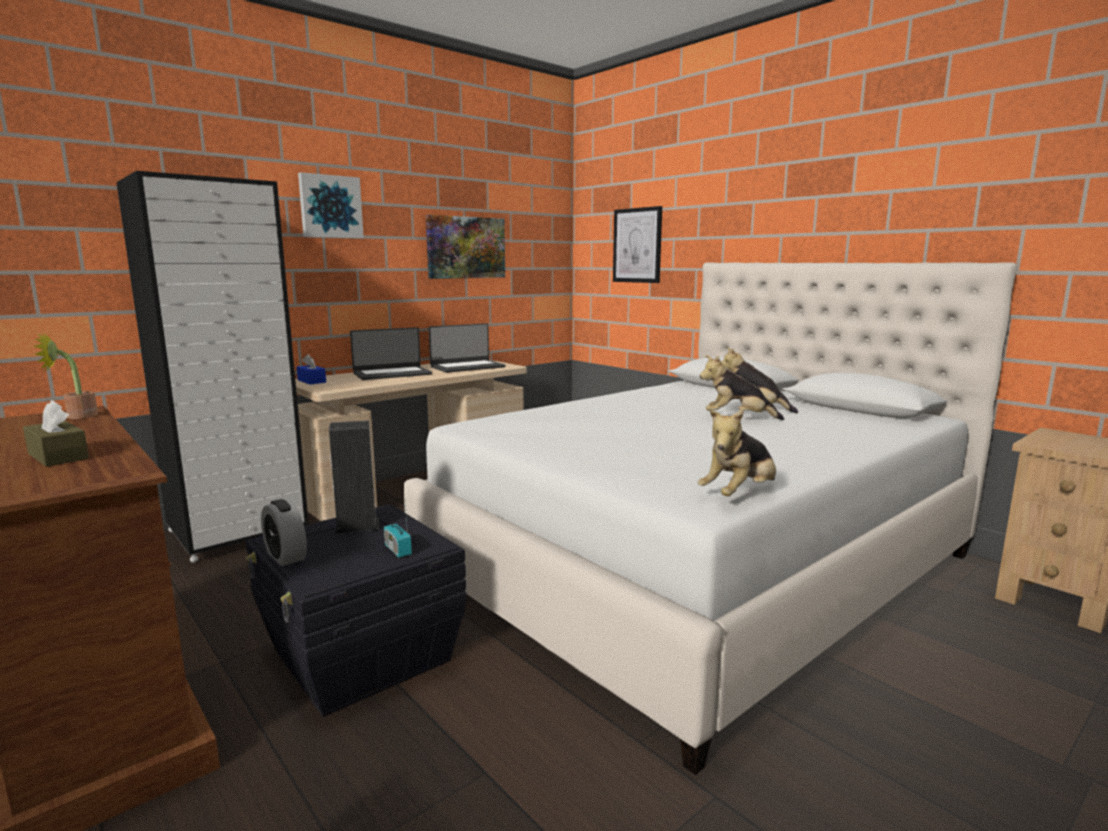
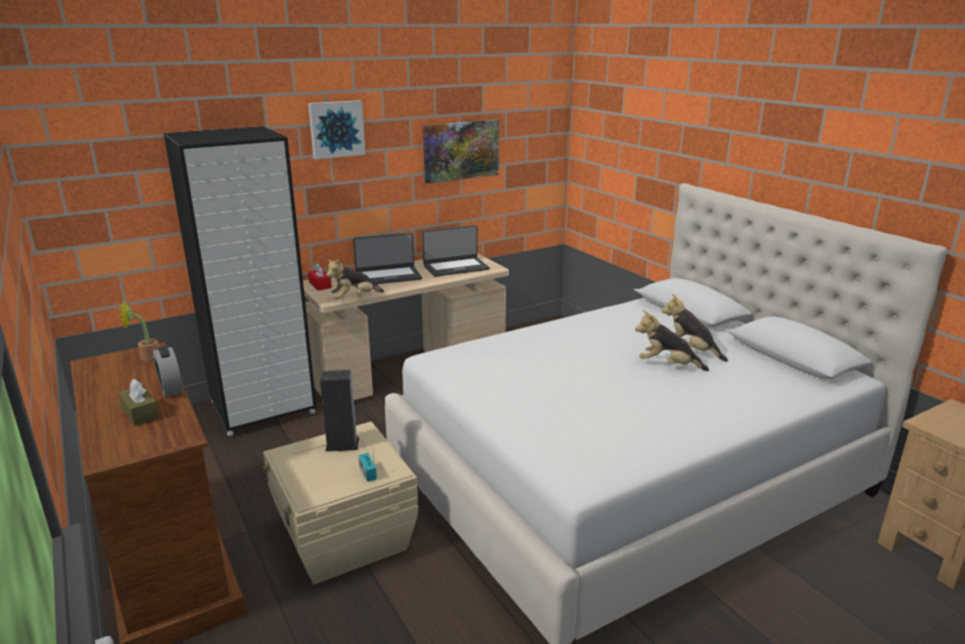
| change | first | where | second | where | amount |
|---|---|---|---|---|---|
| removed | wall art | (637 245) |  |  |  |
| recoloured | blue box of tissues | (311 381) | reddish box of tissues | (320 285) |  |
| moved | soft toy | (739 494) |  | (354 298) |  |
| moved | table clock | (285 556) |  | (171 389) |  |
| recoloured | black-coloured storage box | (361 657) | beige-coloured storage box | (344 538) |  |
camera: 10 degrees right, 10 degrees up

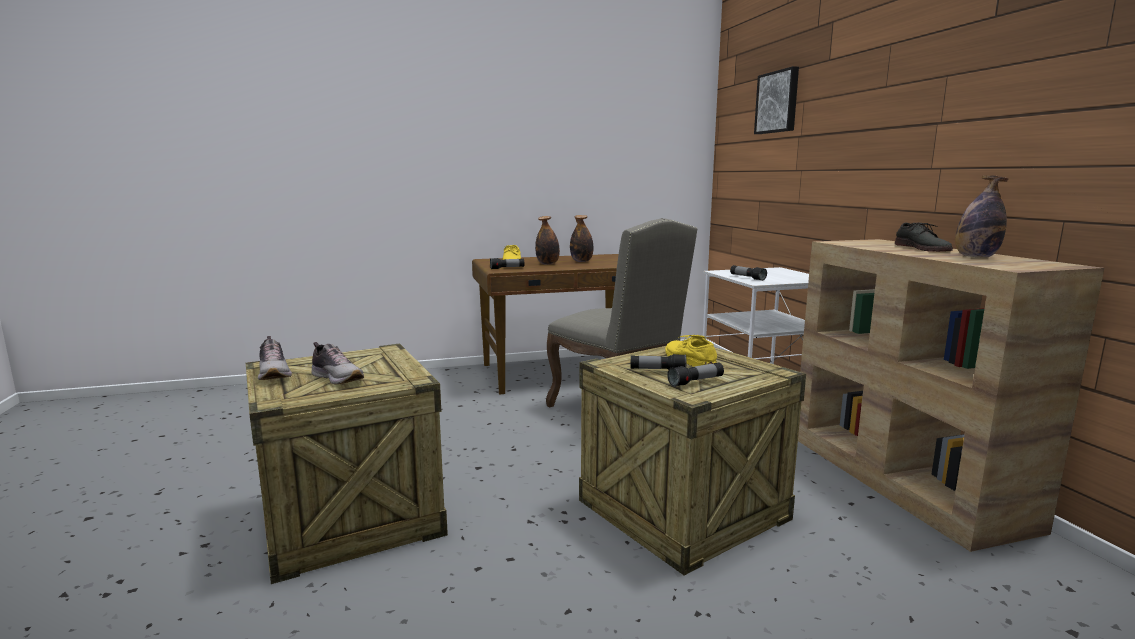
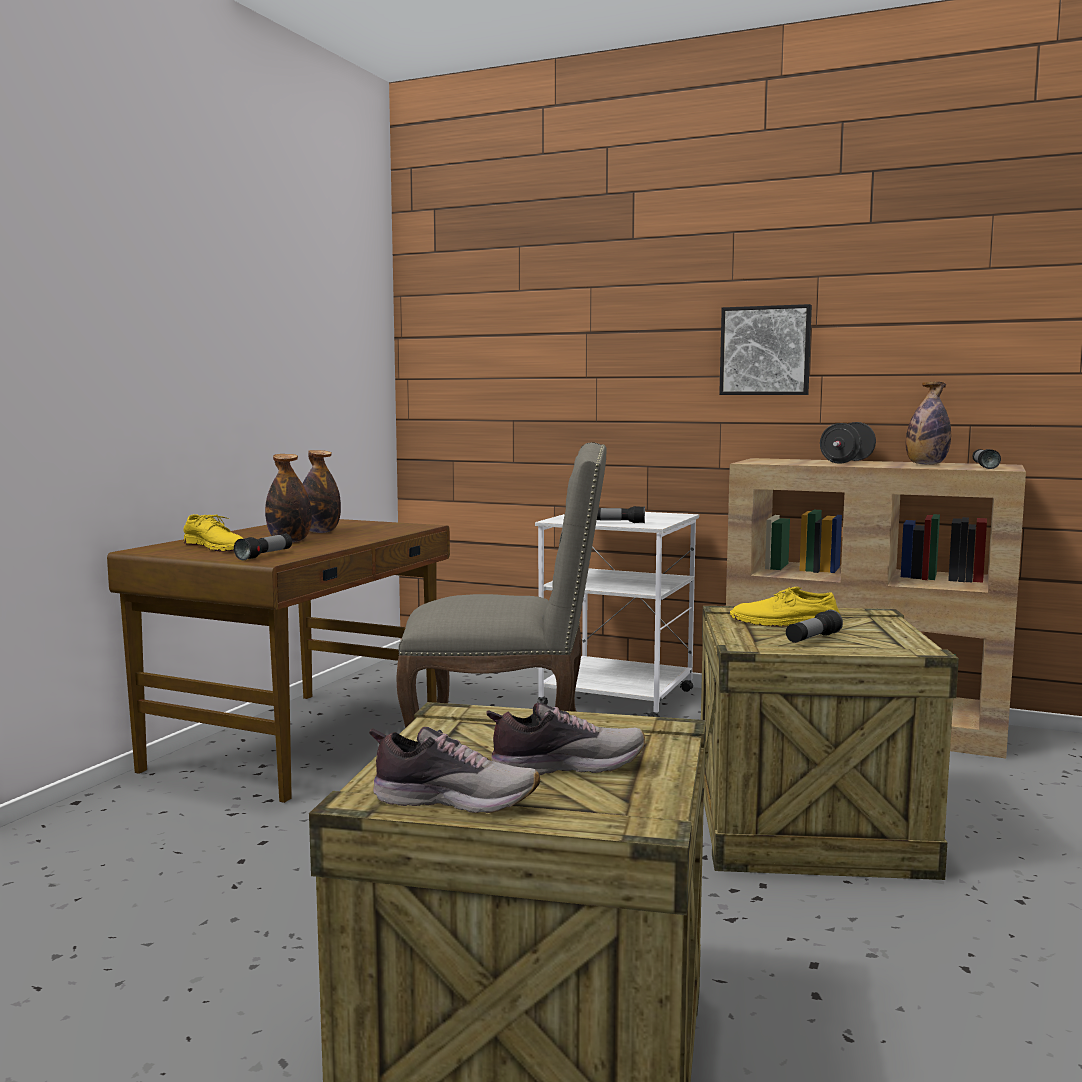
| change | first | where | second | where | amount |
|---|---|---|---|---|---|
| moved | wall art | (778 102) |  | (765 351) |  |
| replaced | grey shoe | (923 248) | black-coloured dumbbell | (847 462) |  |
| moved | hand torch | (696 382) |  | (984 467) |  |
camera: 50 degrees left, 5 degrees down

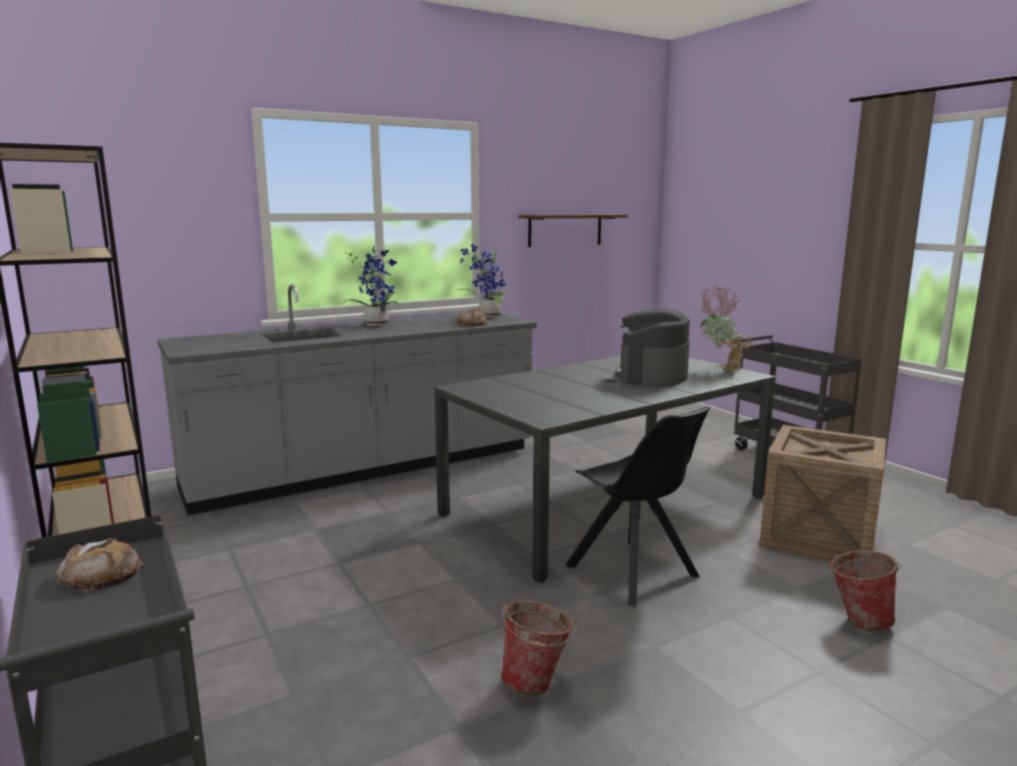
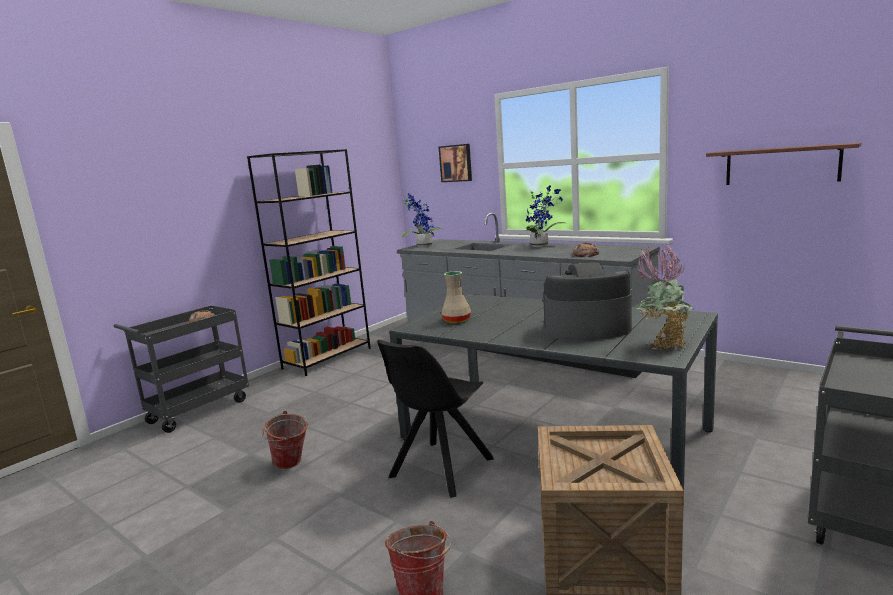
| change | first | where | second | where | amount |
|---|---|---|---|---|---|
| moved | potted plant | (487 317) |  | (423 246) |  |
| added |  |  | wall art | (456 163) |  |
| added |  |  | beige-coloured decorative vase | (457 320) |  |
camera: 70 degrees right, 0 degrees up

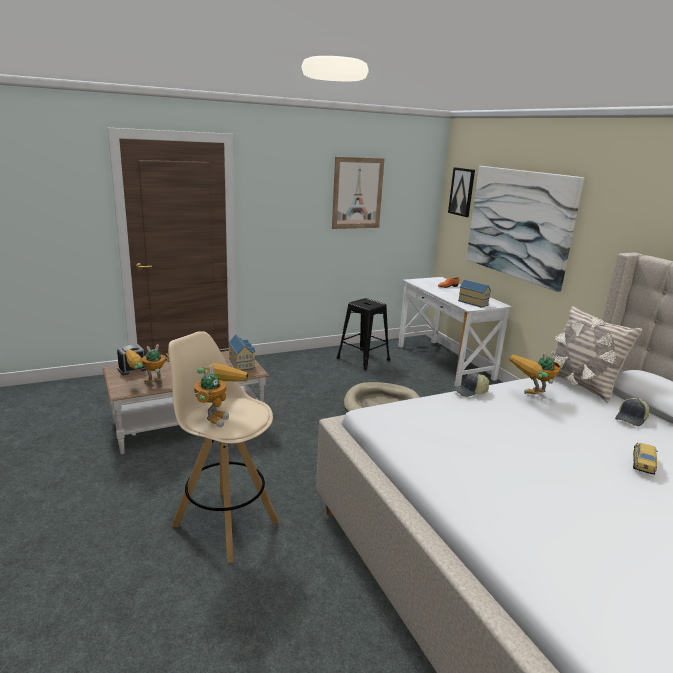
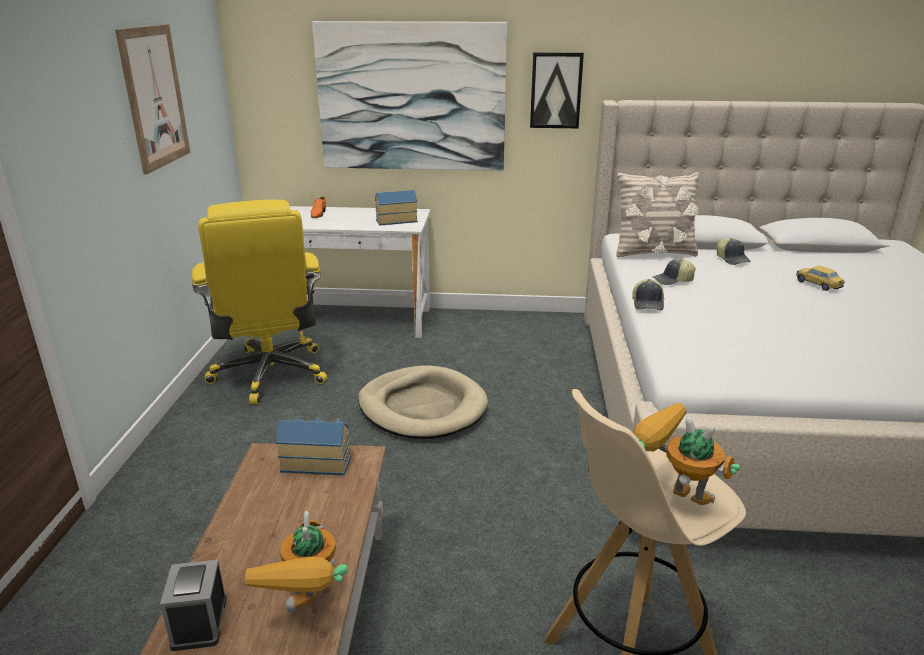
| change | first | where | second | where | amount |
|---|---|---|---|---|---|
| moved | wall art | (462 192) |  | (556 90) |  |
| replaced | black-coloured stool seat | (363 359) | yellowish desk chair | (270 373) |  |
| replaced | robot figure | (531 397) | cap | (673 281) |  |
camera: 60 degrees left, 5 degrees up

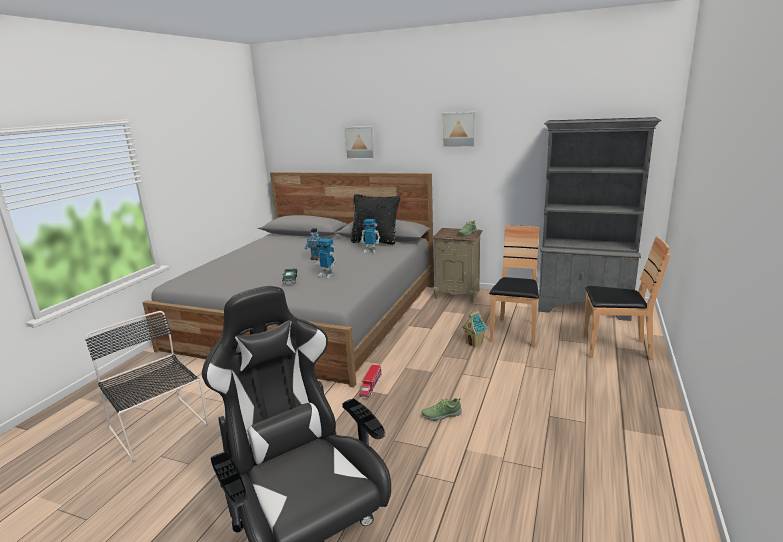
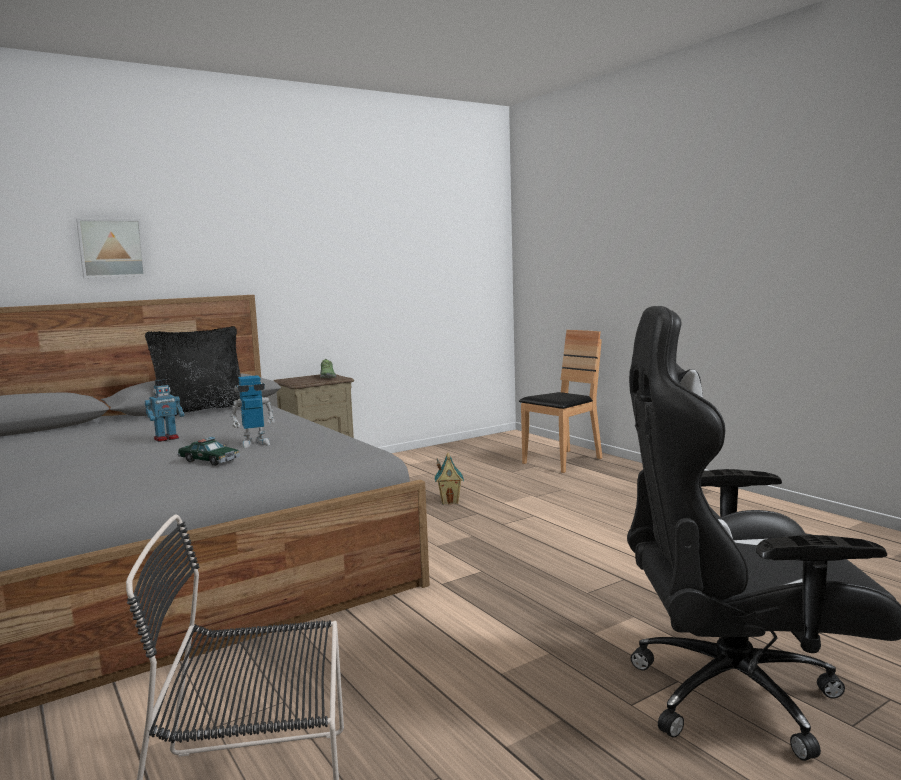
| change | first | where | second | where | amount |
|---|---|---|---|---|---|
| removed | wall art | (459 130) |  |  |  |
| removed | grey bookshelf | (583 307) |  |  |  |
| removed | robot figure | (371 251) |  |  |  |
| removed | brown-coloured upright chair | (514 332) |  |  |  |
| removed | toy truck | (371 386) |  |  |  |
| removed | shoe | (441 415) |  |  |  |
camera: 55 degrees left, 10 degrees down

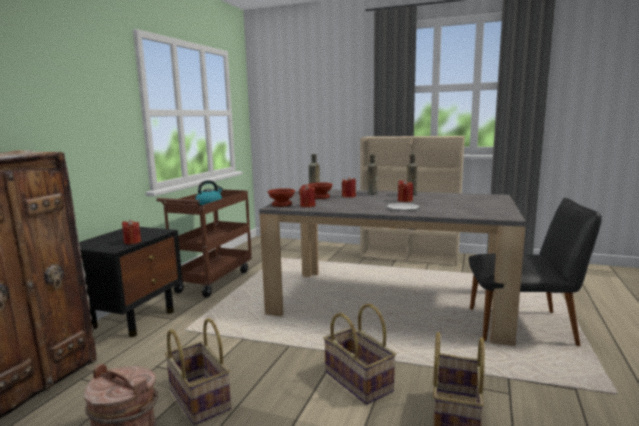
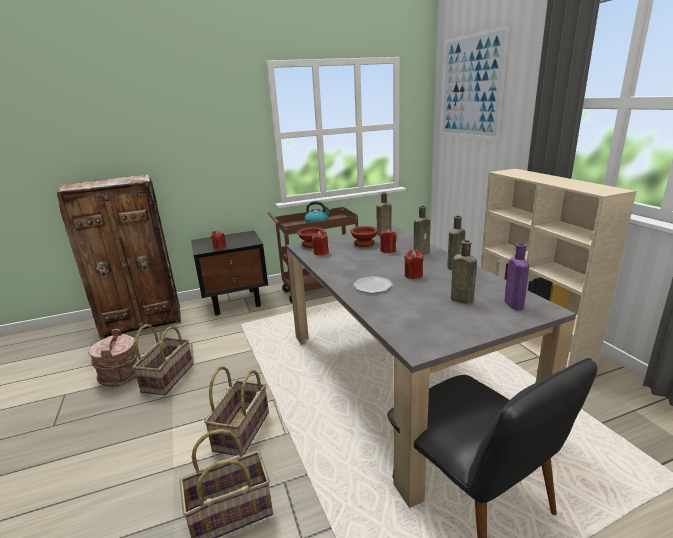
| change | first | where | second | where | amount |
|---|---|---|---|---|---|
| added |  |  | wall art | (470 87) |  |
| added |  |  | brown-coloured beverage bottle | (460 299) |  |
| added |  |  | purple-coloured beverage bottle | (513 304) |  |
camera: 50 degrees right, 10 degrees up

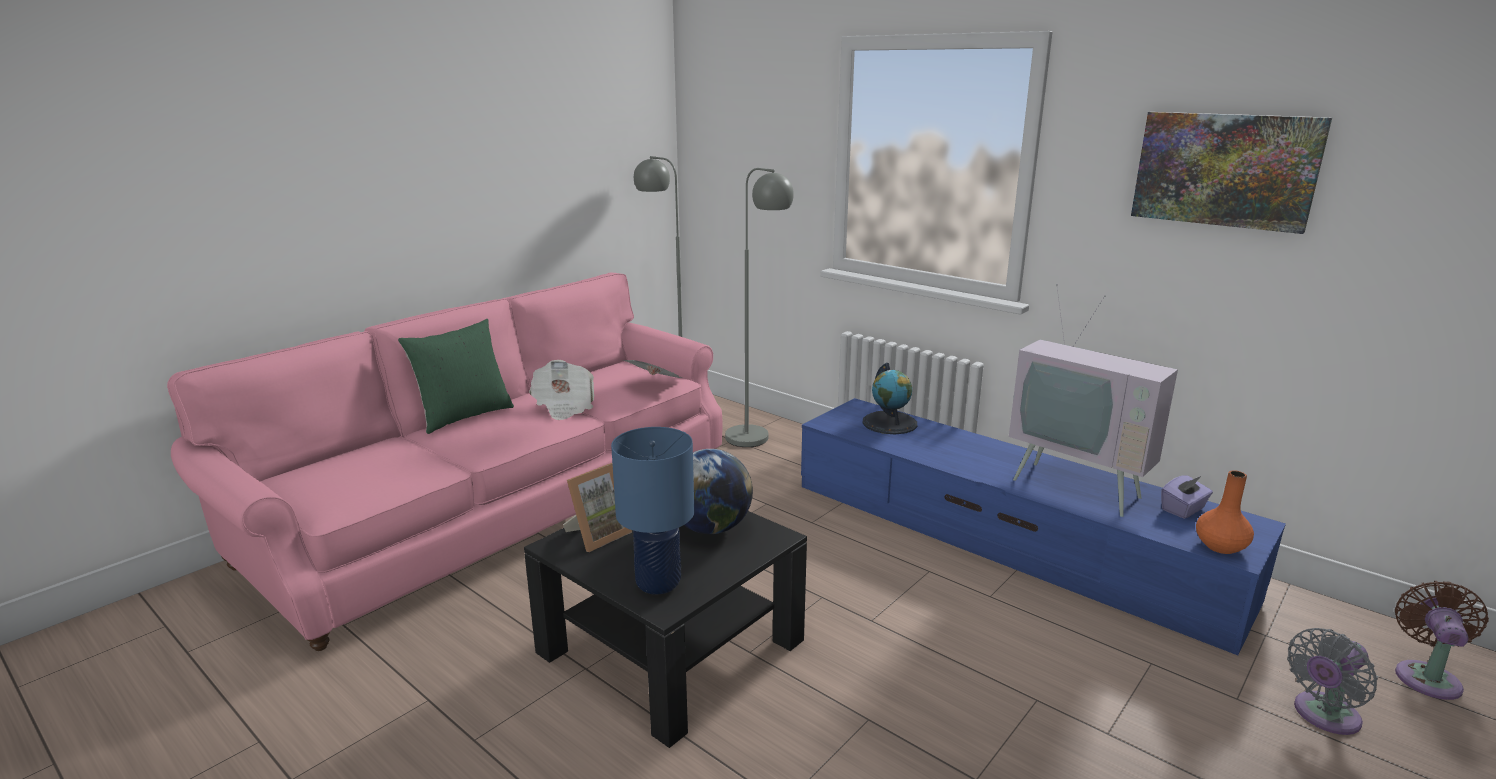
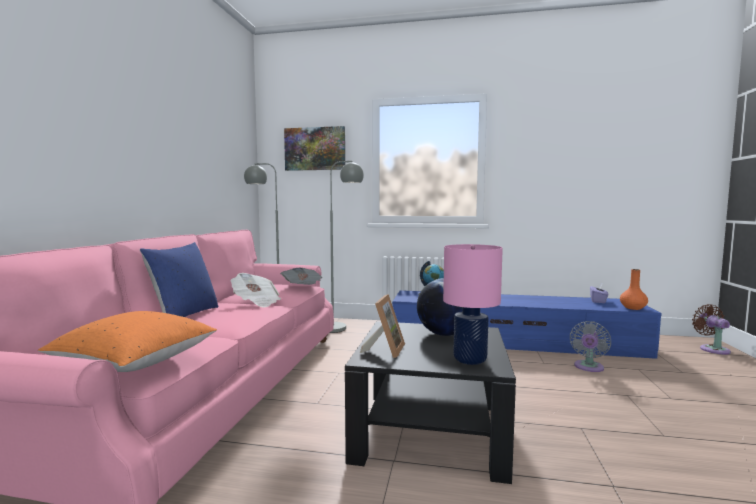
| change | first | where | second | where | amount |
|---|---|---|---|---|---|
| moved | wall art | (1225 170) |  | (315 149) |  |
| removed | TV set | (1080 485) |  |  |  |
| recoloured | green-coloured pillow | (464 416) | blue pillow | (184 315) |  |
| recoloured | blue tabletop lamp | (659 586) | pink-coloured tabletop lamp | (470 361) |  |
| moved | grey fan | (1323 716) |  | (588 367) |  |
| added |  |  | orangey pillow | (135 363) |  |
camera: 30 degrees left, 15 degrees down

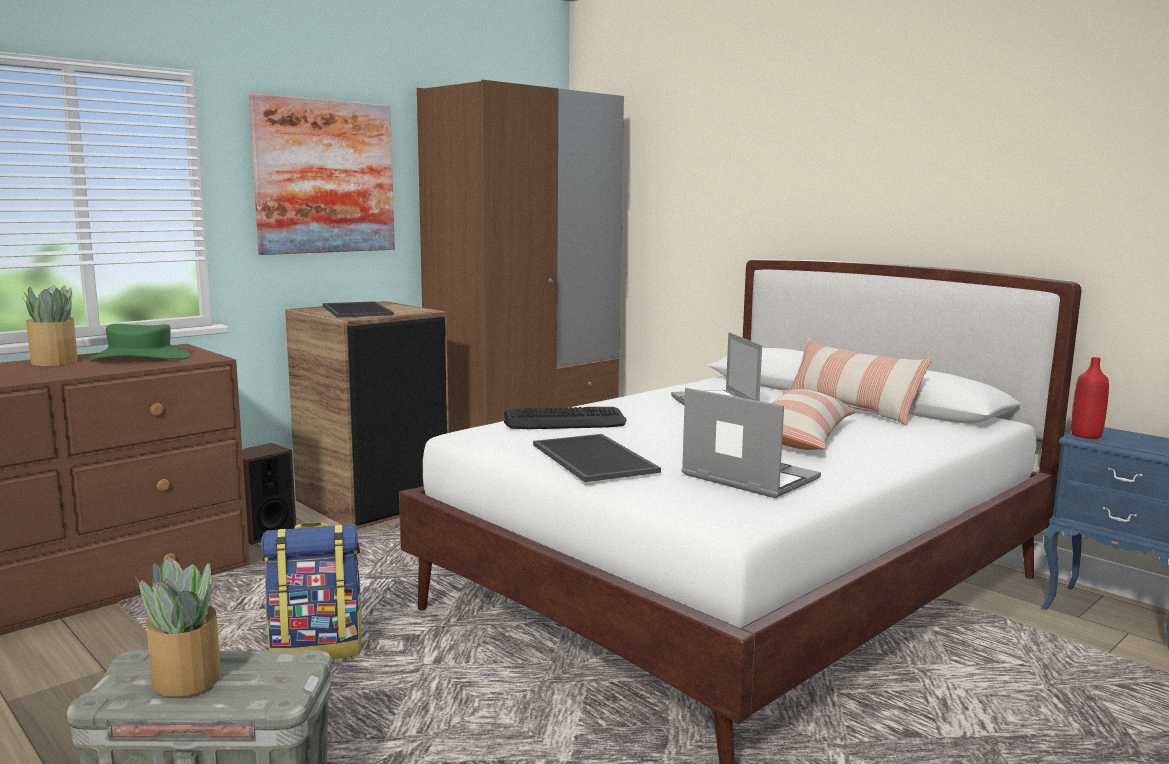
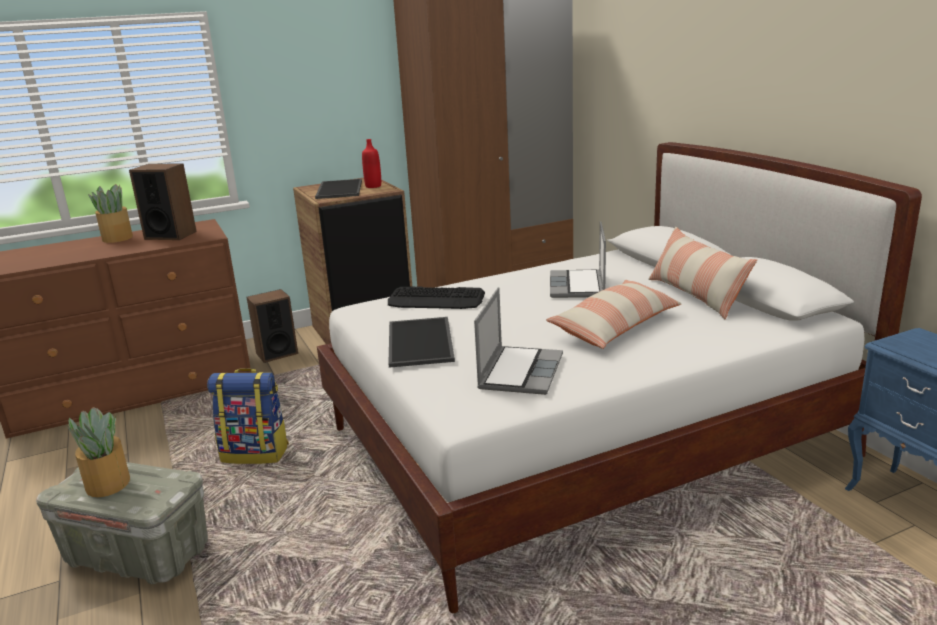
| change | first | where | second | where | amount |
|---|---|---|---|---|---|
| removed | wall art | (325 177) |  |  |  |
| replaced | green-coloured wearable hat | (140 358) | audio speaker | (170 235) |  |
| moved | reddish beverage bottle | (1086 435) |  | (373 186) |  |
| turned | notebook computer | (747 477) |  | (520 371) | 45 degrees clockwise |
camera: 20 degrees right, 10 degrees up

